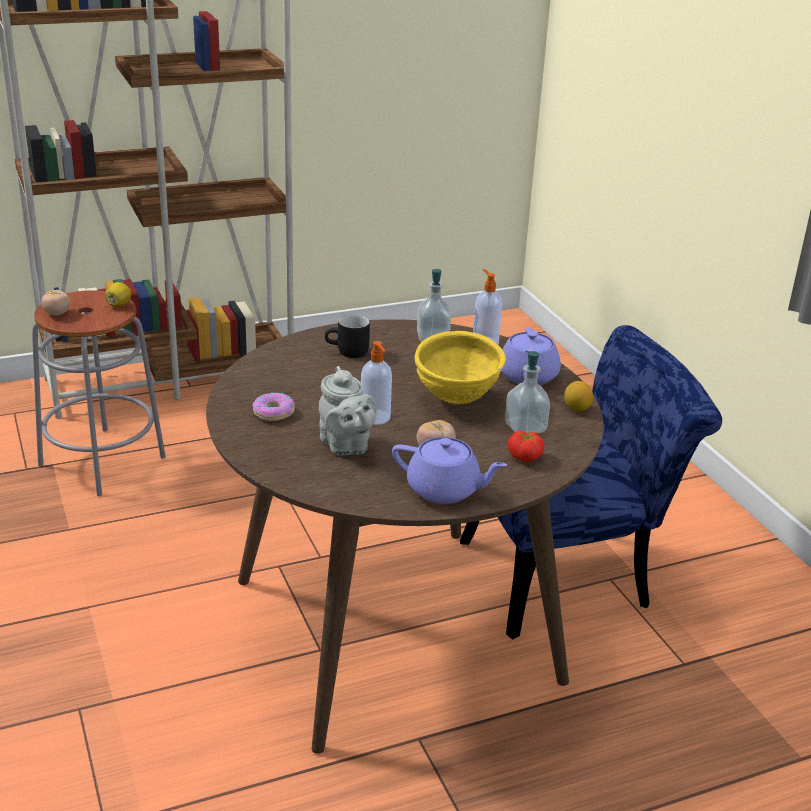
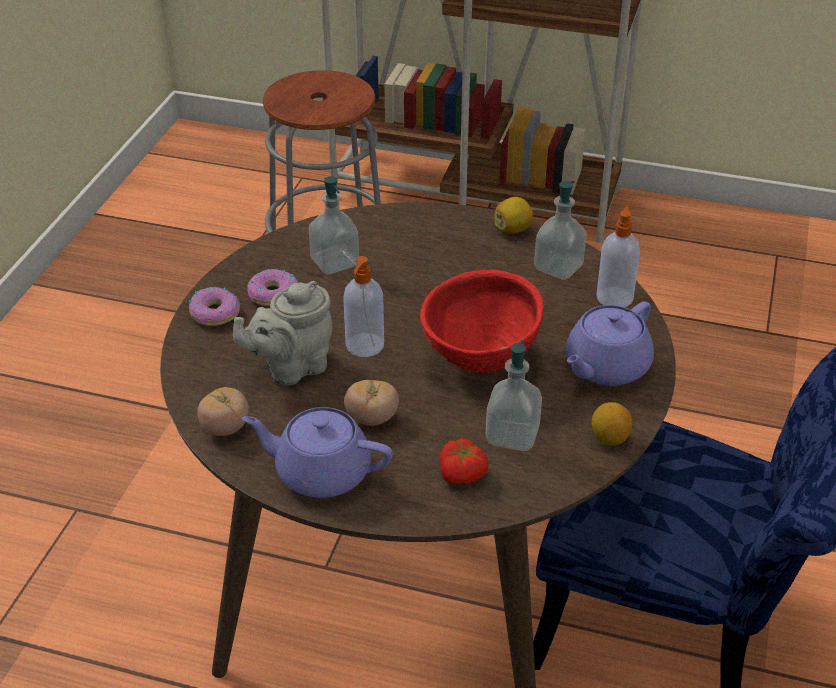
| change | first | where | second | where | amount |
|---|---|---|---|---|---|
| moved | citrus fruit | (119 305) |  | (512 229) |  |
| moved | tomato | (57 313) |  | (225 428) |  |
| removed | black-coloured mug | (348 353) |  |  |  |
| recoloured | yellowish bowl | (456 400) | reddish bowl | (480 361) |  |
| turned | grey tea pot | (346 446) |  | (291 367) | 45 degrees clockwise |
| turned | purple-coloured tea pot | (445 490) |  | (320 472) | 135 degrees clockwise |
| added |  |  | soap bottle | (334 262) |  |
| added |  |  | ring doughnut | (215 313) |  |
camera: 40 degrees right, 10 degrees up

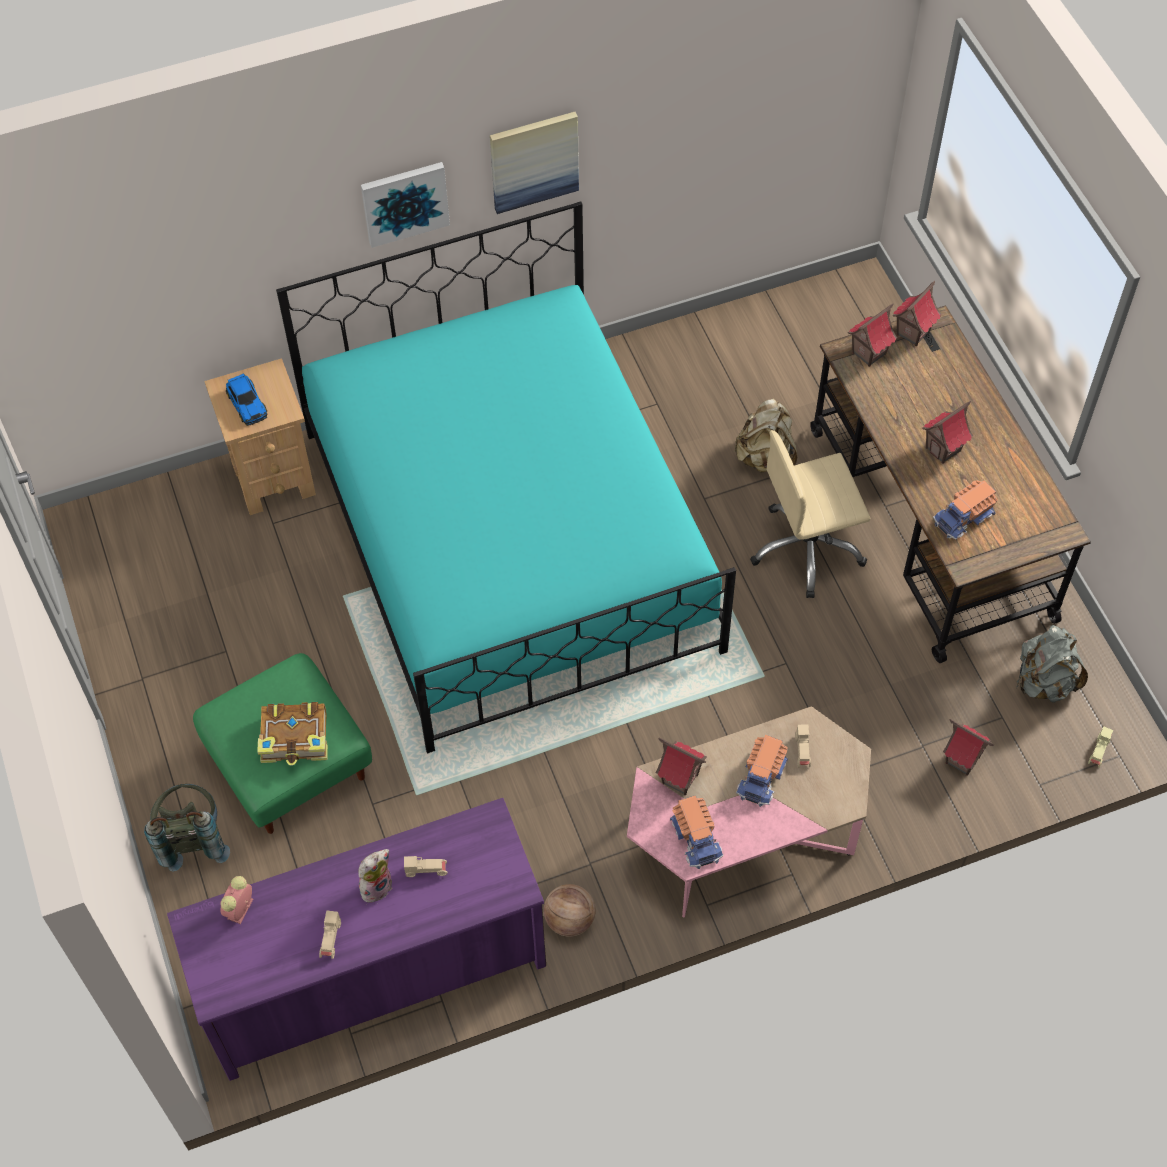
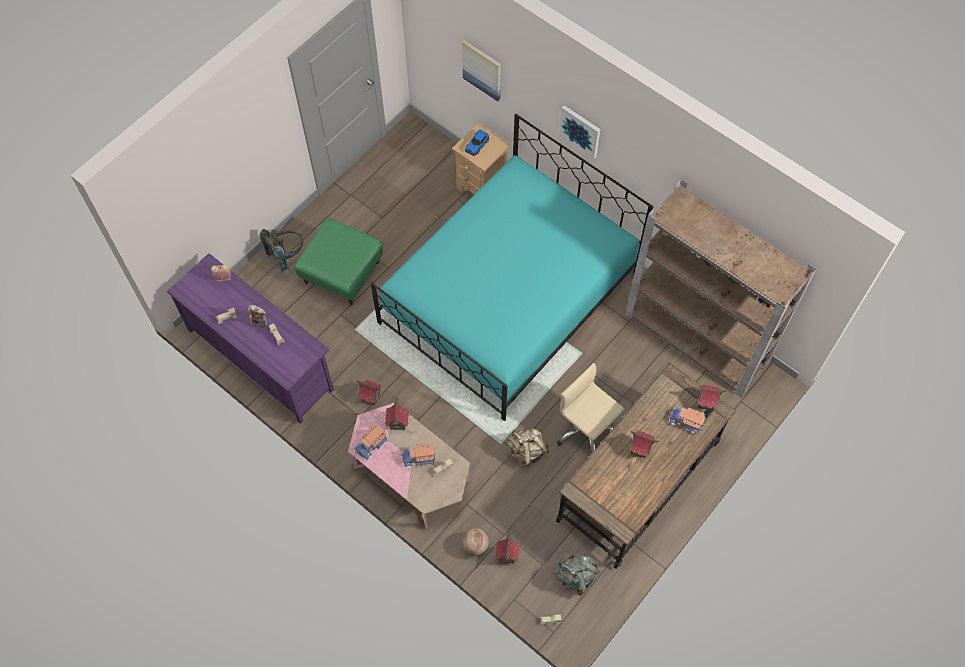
| change | first | where | second | where | amount |
|---|---|---|---|---|---|
| moved | wall art | (534 161) |  | (482 70) |  |
| moved | toy house | (868 353) |  | (371 397) |  |
| moved | beige-coloured rucksack | (765 457) |  | (527 451) |  |
| moved | toy truck | (964 517) |  | (685 421) |  |
| removed | bound book | (296 739) |  |  |  |
| moved | basketball ball | (569 920) |  | (475 545) |  |
| added |  |  | brown-coloured bookshelf | (696 339) |  |
camera: 60 degrees right, 5 degrees up

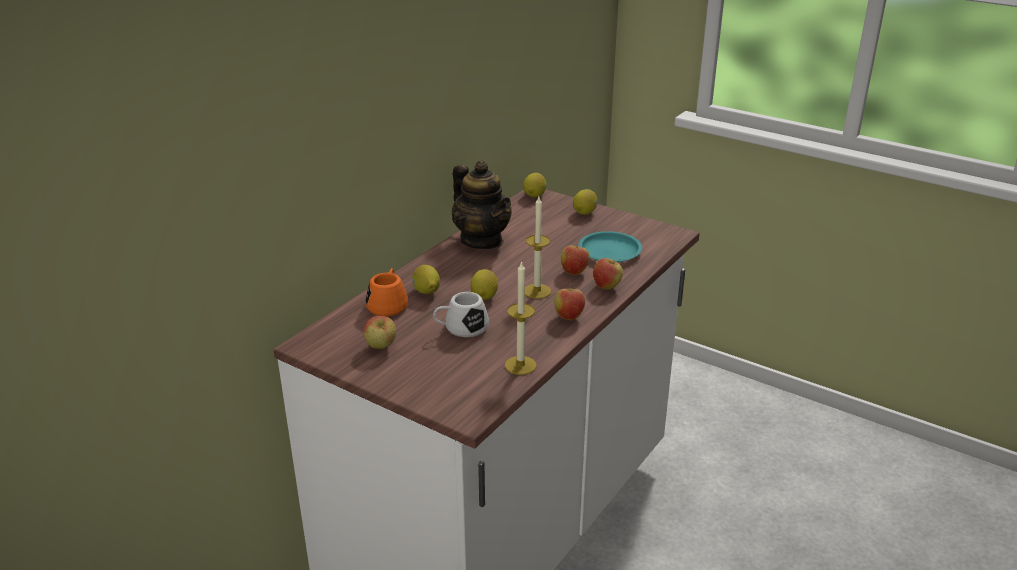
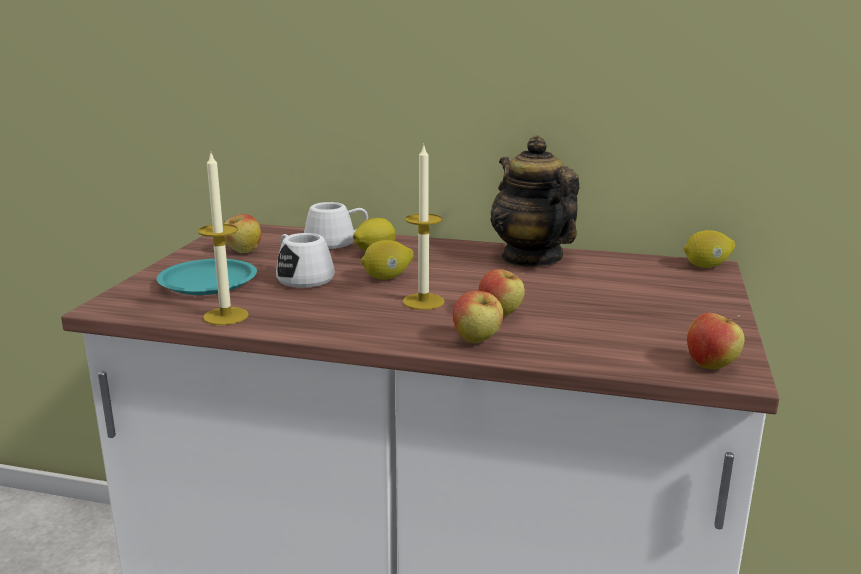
| change | first | where | second | where | amount |
|---|---|---|---|---|---|
| turned | tea pot | (482 240) |  | (531 258) | 120 degrees clockwise |
| removed | citrus fruit | (585 212) |  |  |  |
| moved | turquoise-coloured dinner plate | (610 251) |  | (208 283) |  |
| recoloured | orangey mug | (388 303) | white mug | (336 242) |  |
| moved | apple | (569 316) |  | (711 366) |  |
camera: 70 degrees right, 10 degrees down

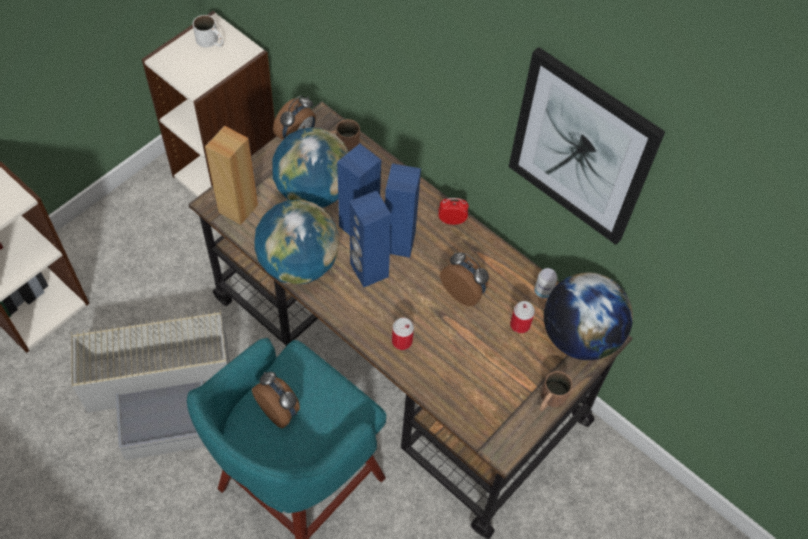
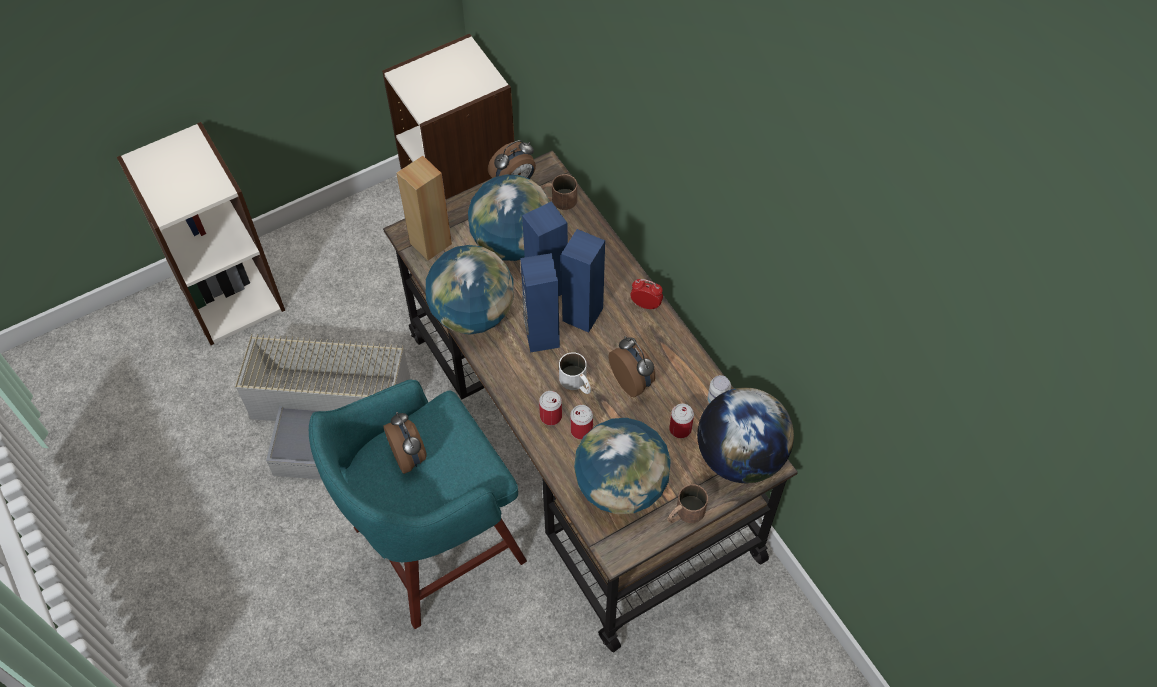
| change | first | where | second | where | amount |
|---|---|---|---|---|---|
| moved | white mug | (211 41) |  | (577 383) |  |
| removed | wall art | (582 148) |  |  |  |
| added |  |  | metal can | (581 430) |  |
| added |  |  | desk globe | (621 486) |  |
camera: 20 degrees right, 0 degrees up

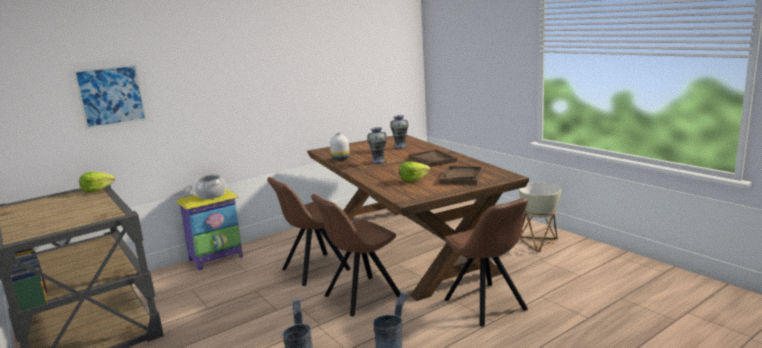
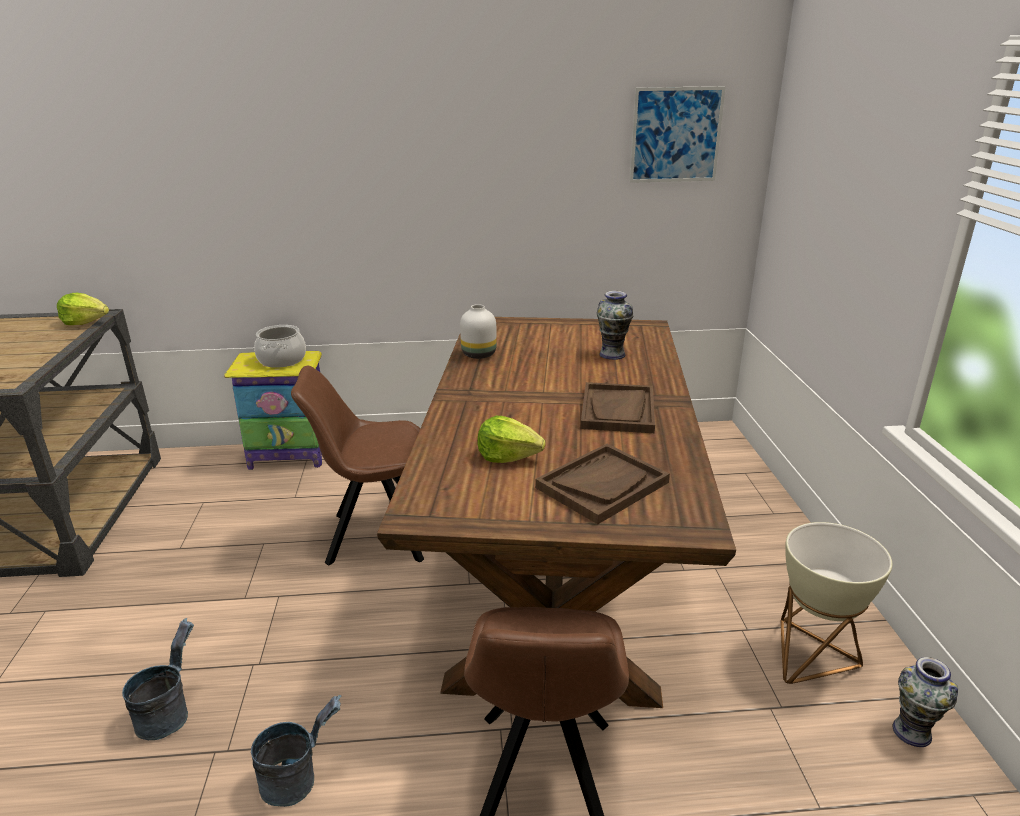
| change | first | where | second | where | amount |
|---|---|---|---|---|---|
| moved | wall art | (111 96) |  | (676 135) |  |
| moved | decorative vase | (378 162) |  | (912 731) |  |
| removed | brown-coloured upright chair | (361 296) |  |  |  |
camera: 30 degrees right, 10 degrees up

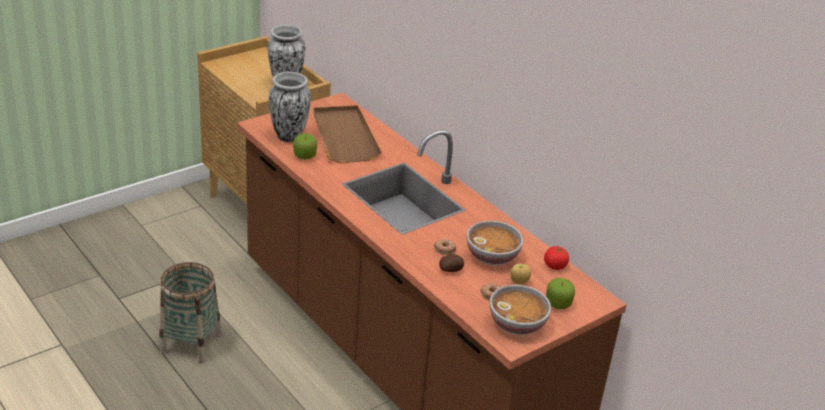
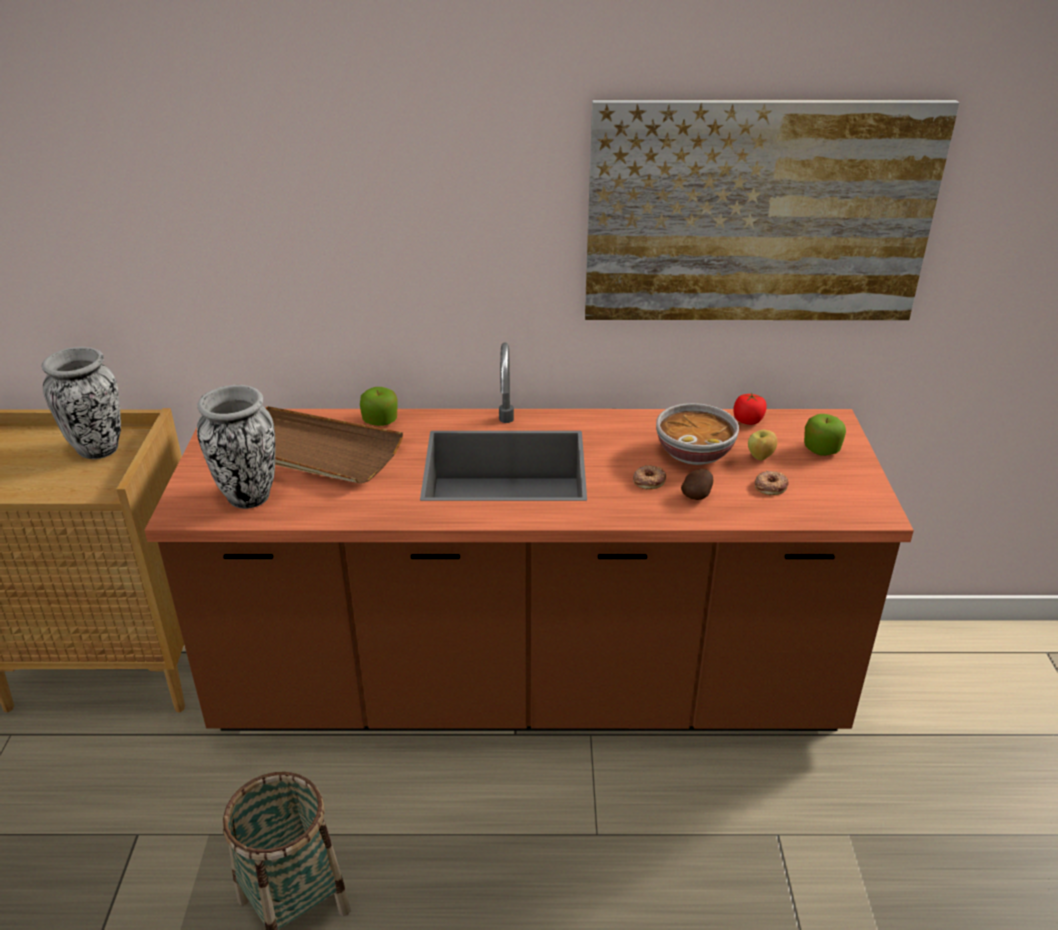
| change | first | where | second | where | amount |
|---|---|---|---|---|---|
| moved | apple | (305 156) |  | (380 421) |  |
| removed | bowl | (517 324) |  |  |  |
| added |  |  | wall art | (759 214) |  |
camera: 50 degrees left, 0 degrees up

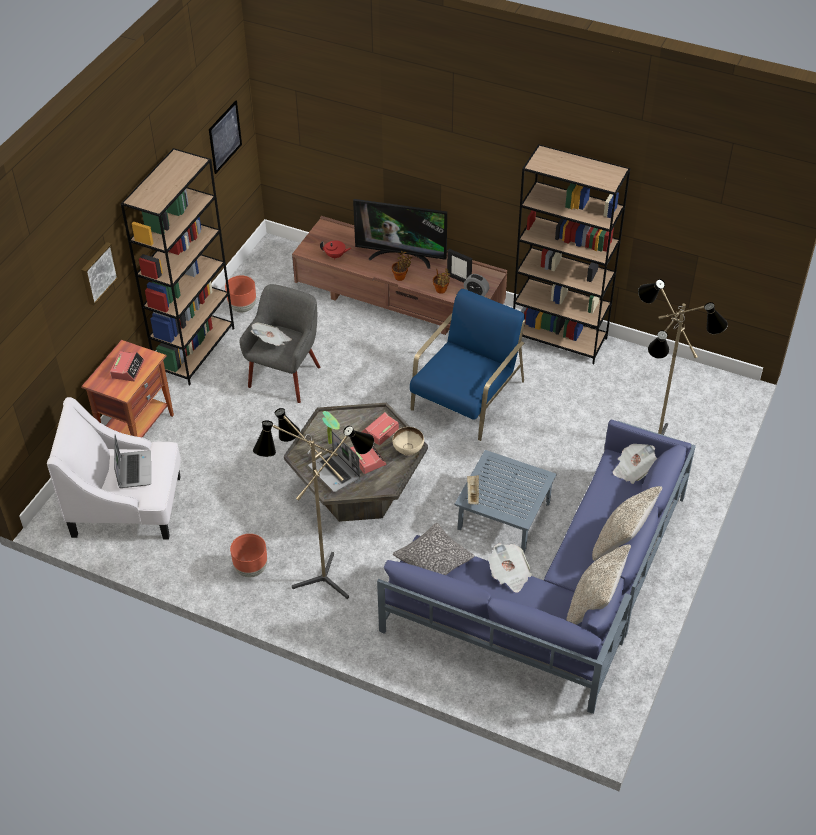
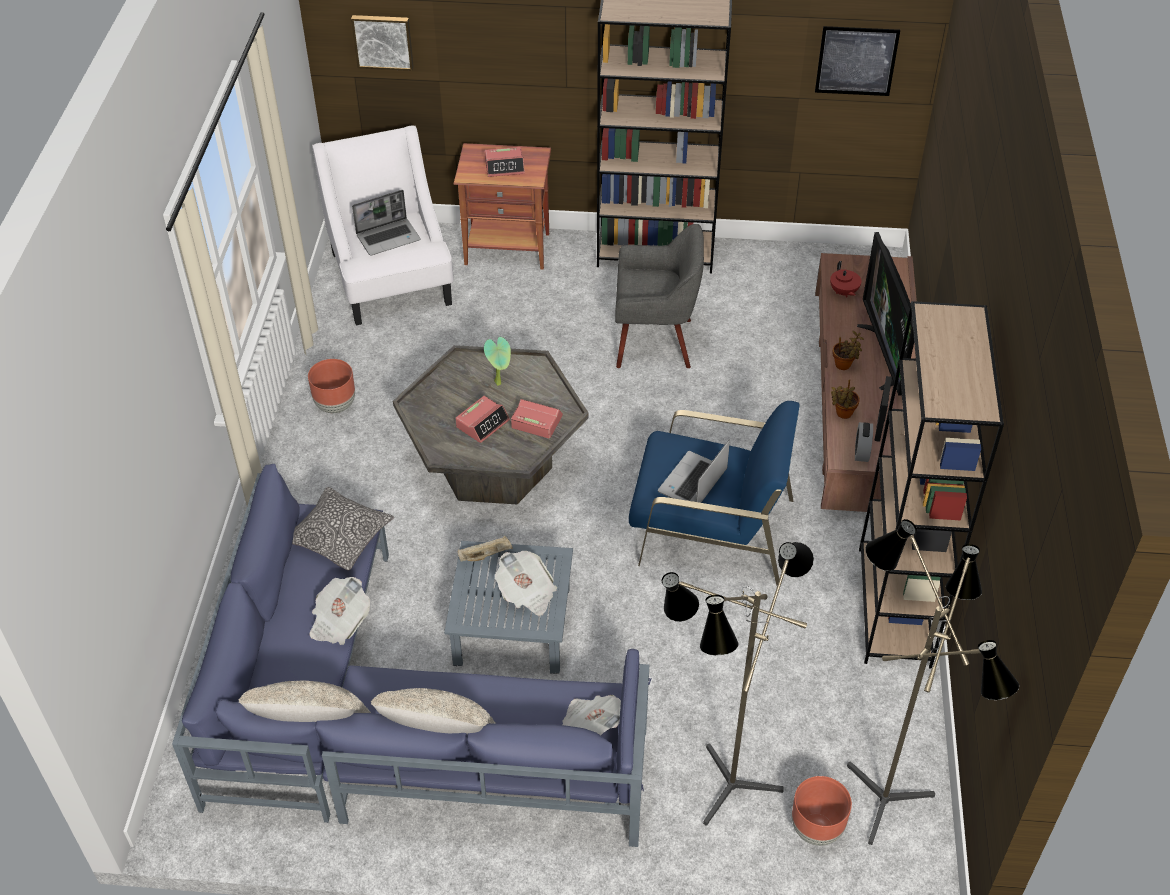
| change | first | where | second | where | amount |
|---|---|---|---|---|---|
| moved | wall art | (98 273) |  | (383 41) |  |
| moved | brown-coloured planter | (242 307) |  | (817 828) |  |
| moved | printed paper | (272 341) |  | (526 593) |  |
| moved | floor lamp | (321 575) |  | (890 794) |  |
| removed | beige-coloured bowl | (408 451) |  |  |  |
| moved | notebook computer | (335 472) |  | (693 482) |  |
camera: 70 degrees right, 0 degrees up

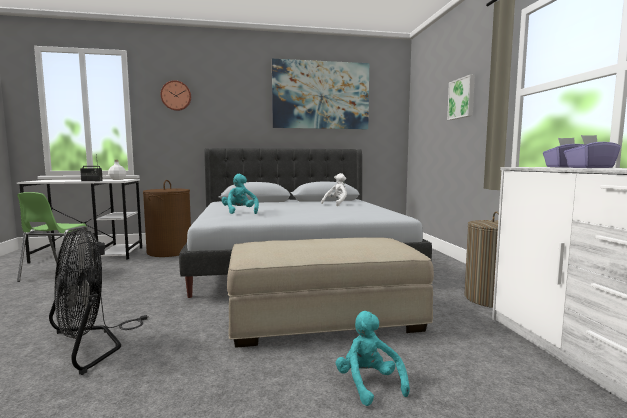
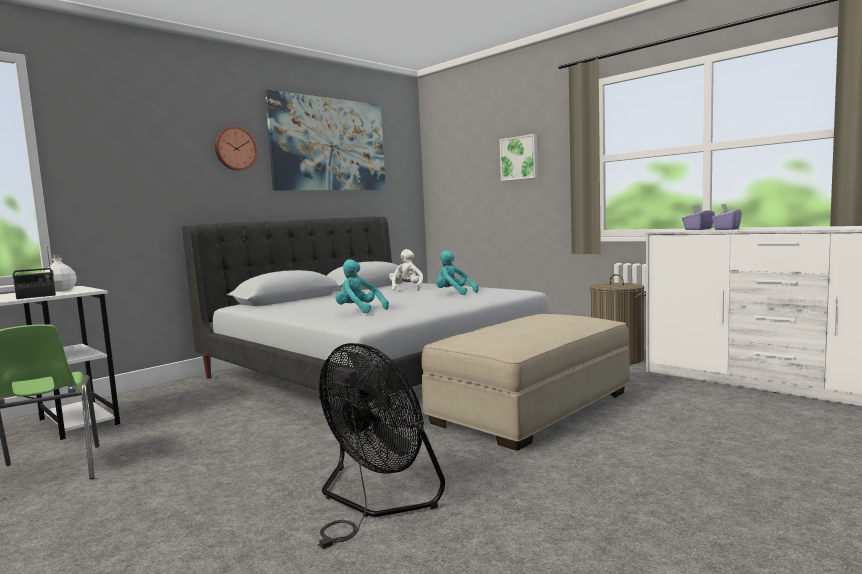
| change | first | where | second | where | amount |
|---|---|---|---|---|---|
| moved | clock on the wall | (176 96) |  | (235 149) |  |
| removed | brown-coloured laundry basket | (169 252) |  |  |  |
| turned | black-coloured fan | (94 342) |  | (366 499) | 150 degrees counterclockwise |
| moved | turquoise-coloured soft toy | (369 384) |  | (453 293) |  |
camera: 35 degrees left, 0 degrees up

